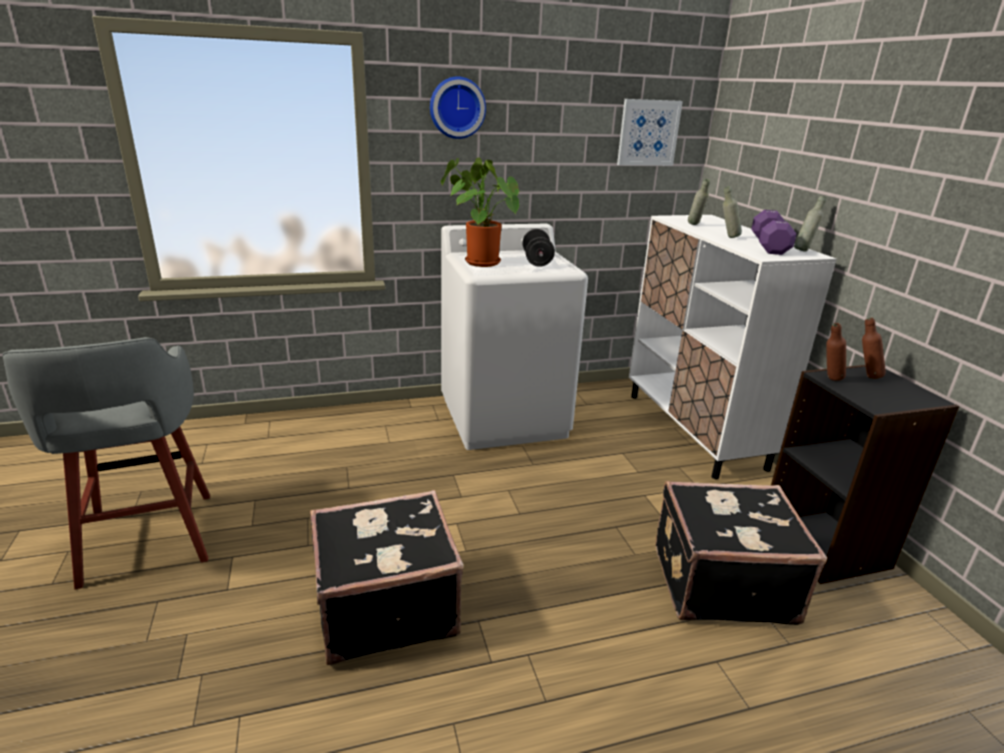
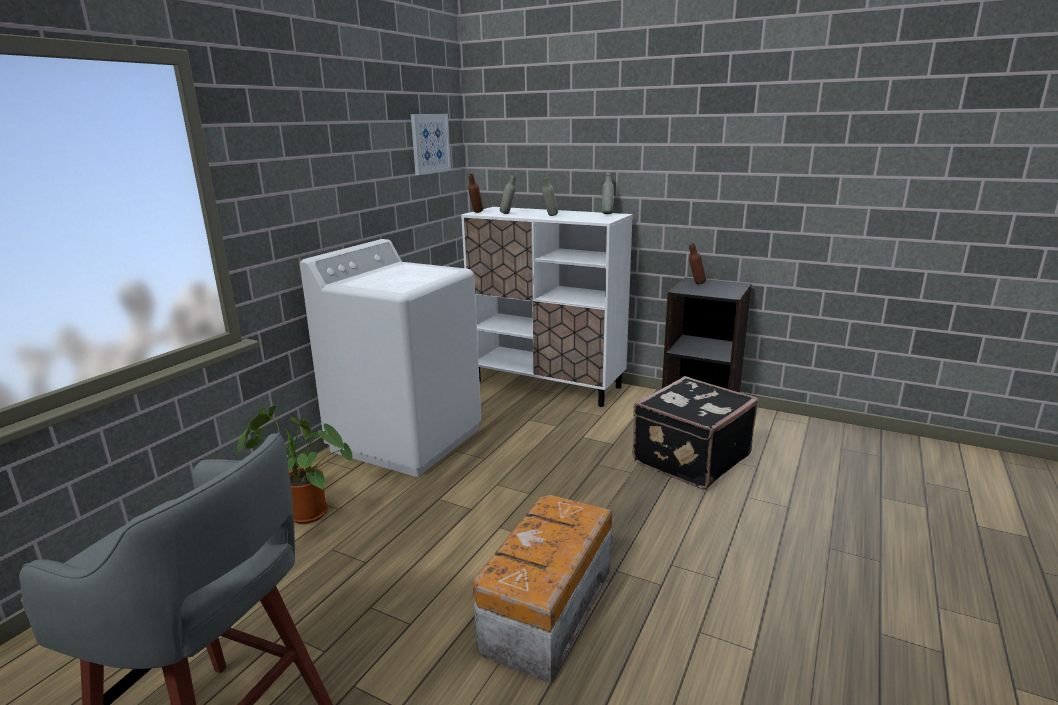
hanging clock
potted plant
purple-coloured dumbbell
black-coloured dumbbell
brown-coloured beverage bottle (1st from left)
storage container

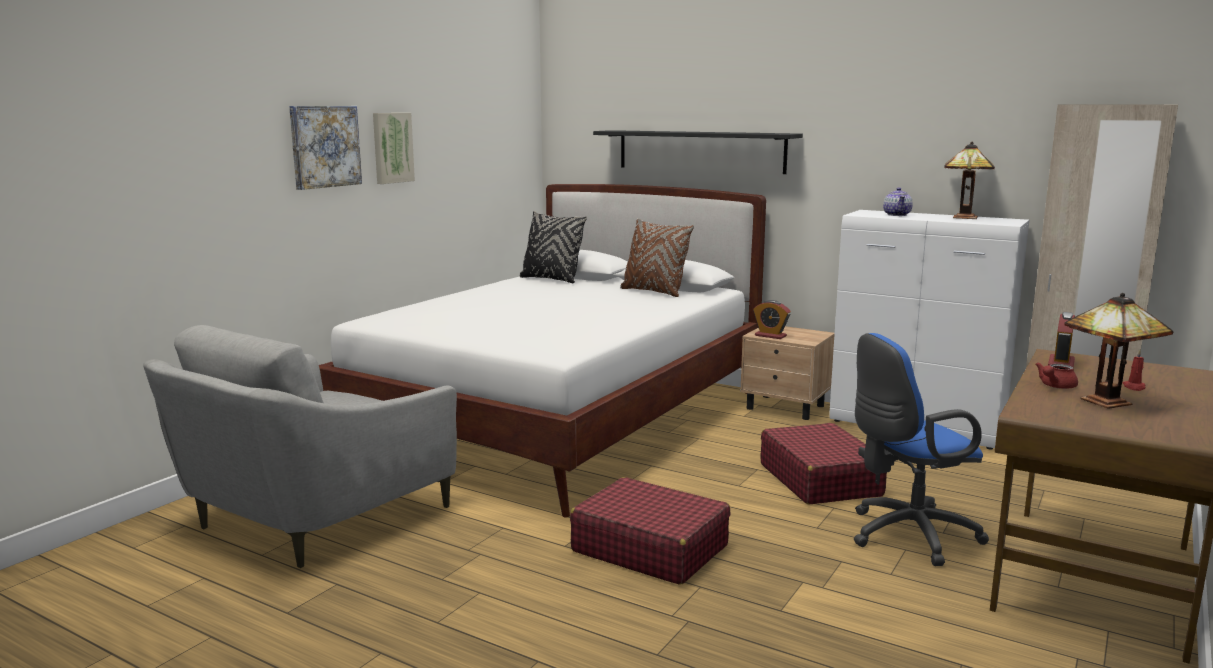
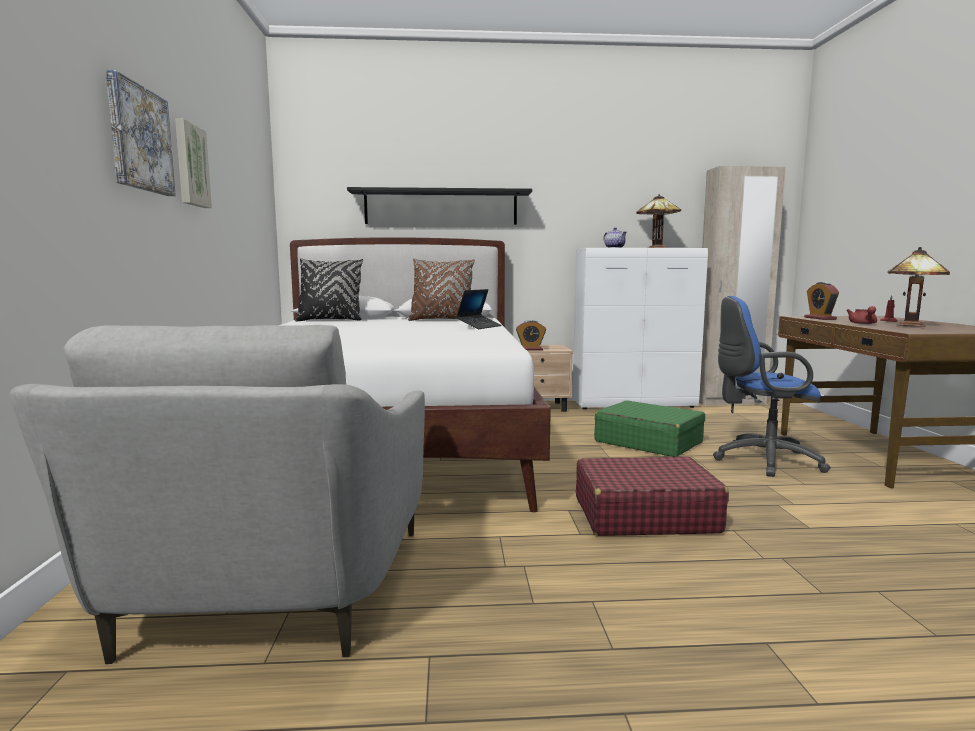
blue desk chair
green-coloured suitcase
portable computer

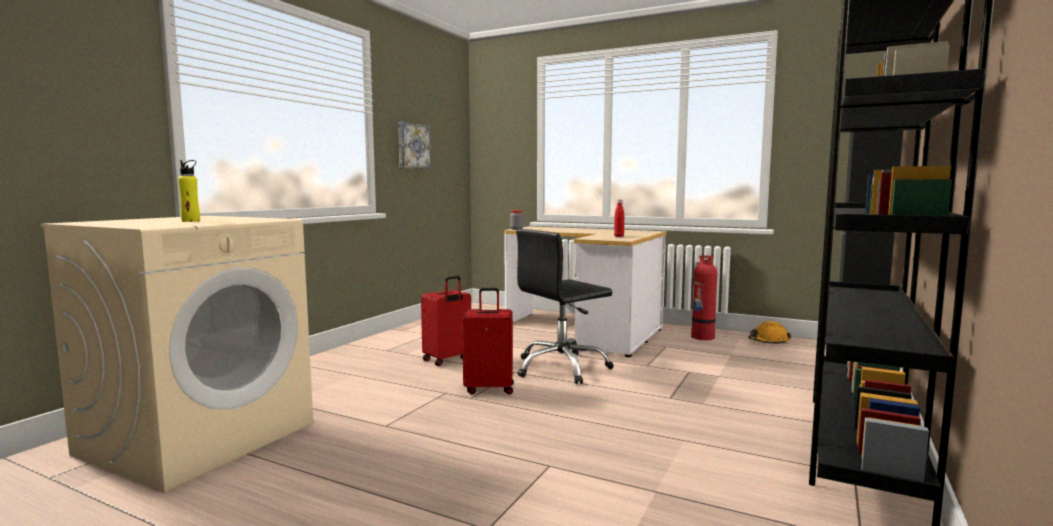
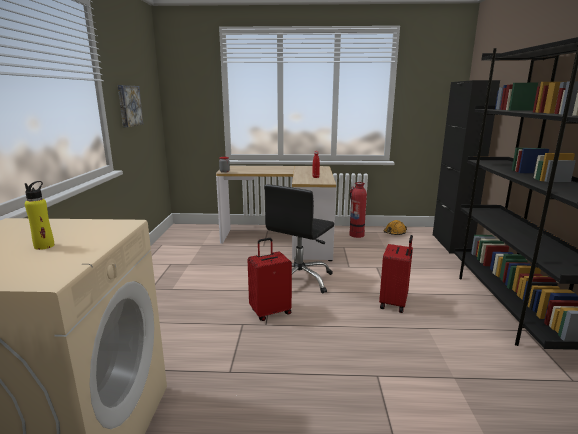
reddish suitcase (2nd from left)

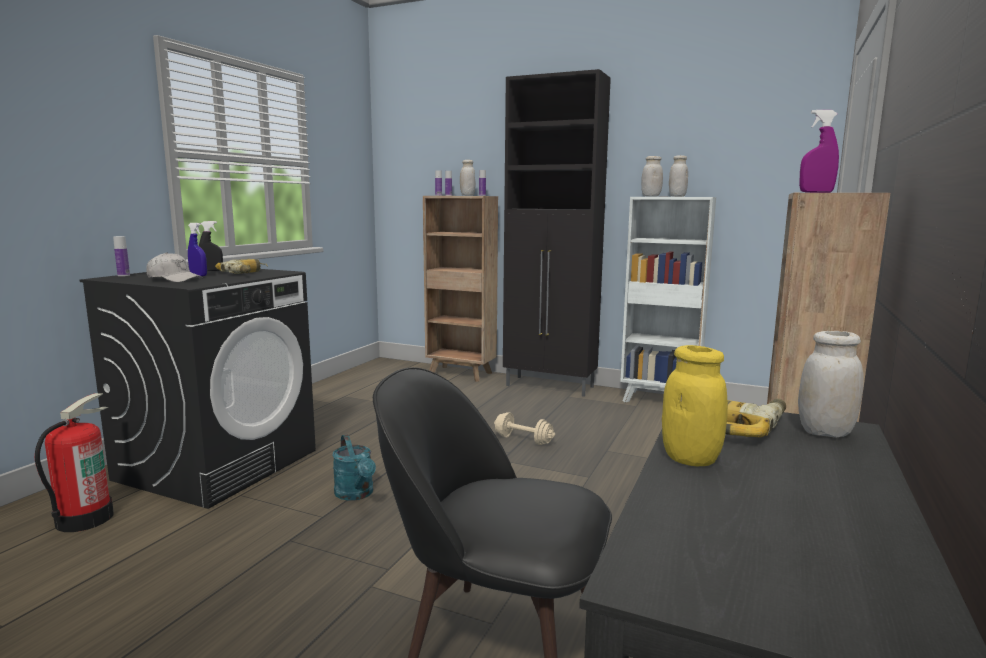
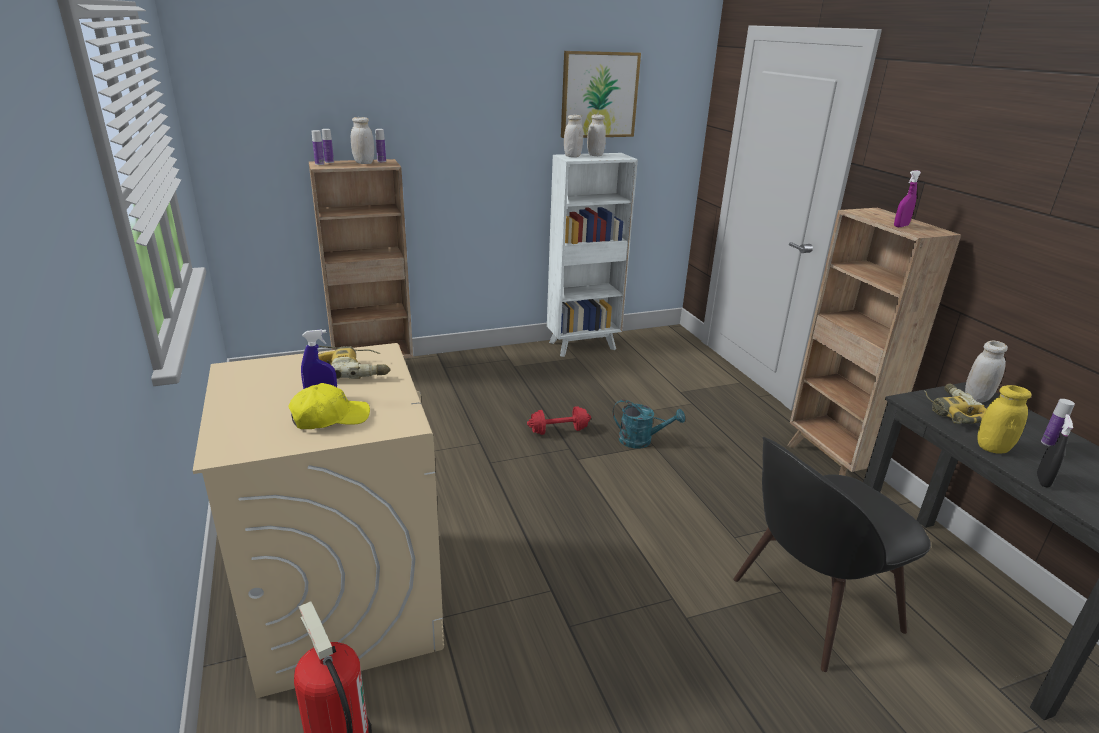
black-coloured cabinet
black-coloured hand sprayer
beverage bottle (4th from left)
yellow-coloured peaked cap
sand-coloured laundry appliance
reddish dumbbell
blue-green watering can
wall picture

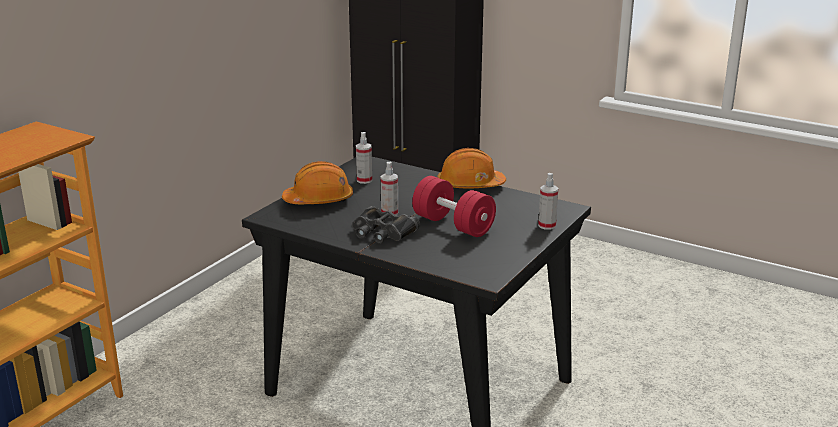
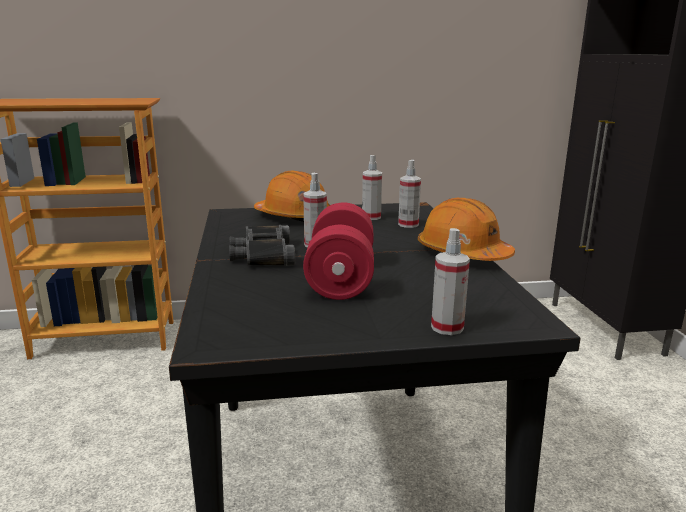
hand sprayer (3rd from left)

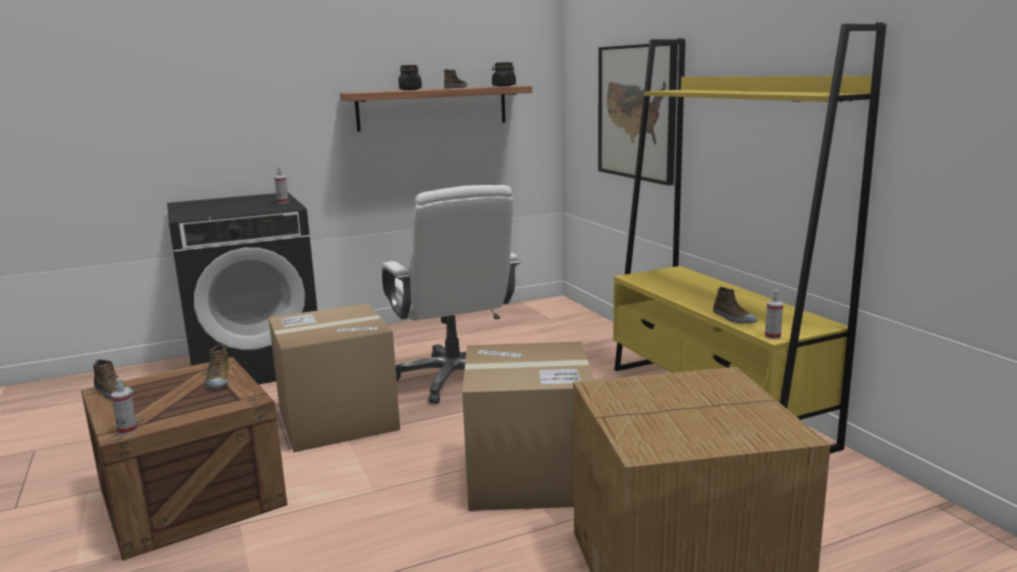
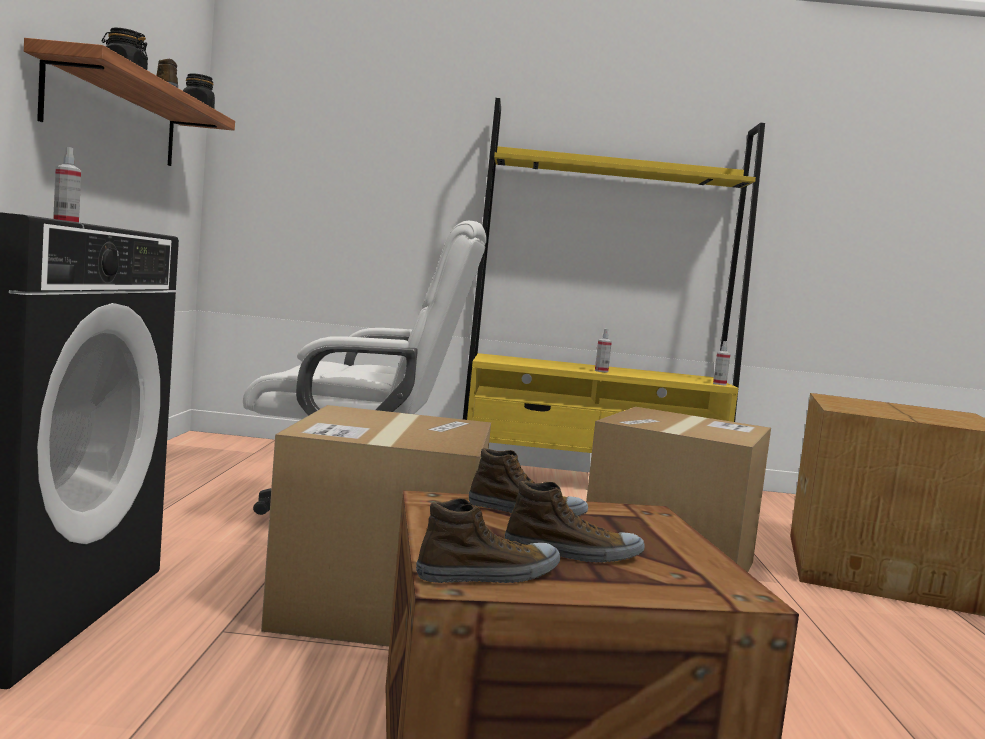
wall picture
item of footwear (4th from left)
hand sprayer (2nd from left)

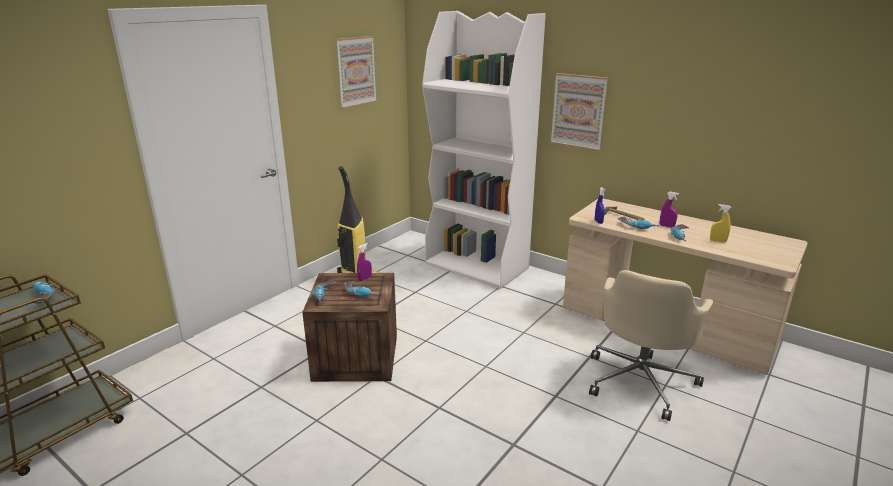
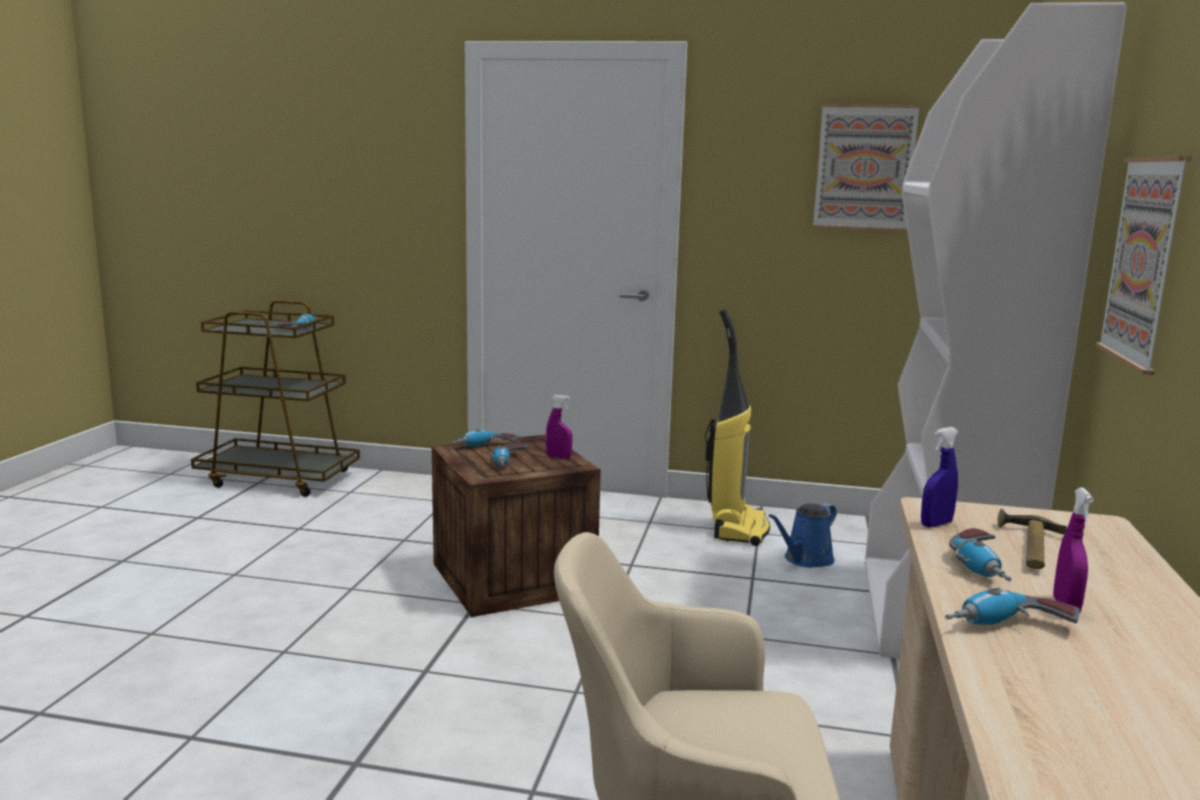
yellow-coloured hand sprayer
blue watering can

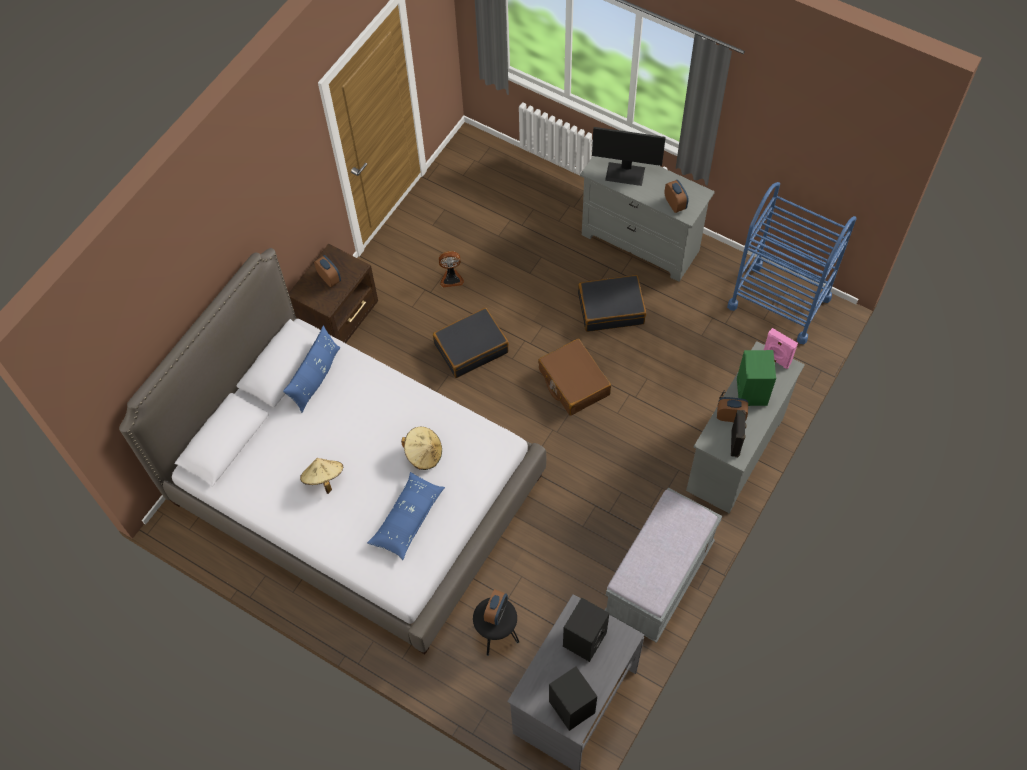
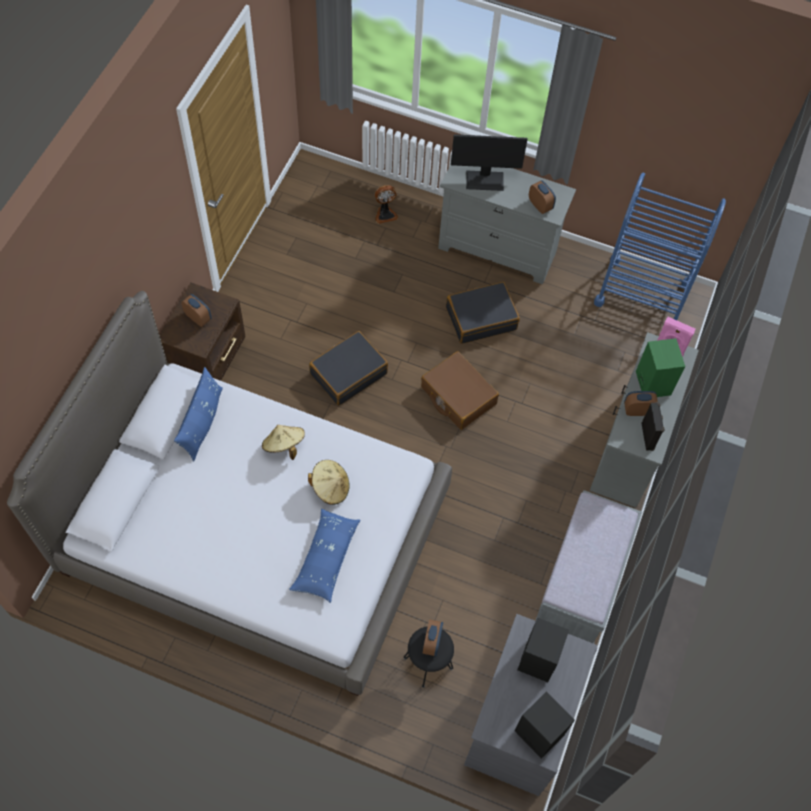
fan
sand-coloured wearable hat (1st from left)

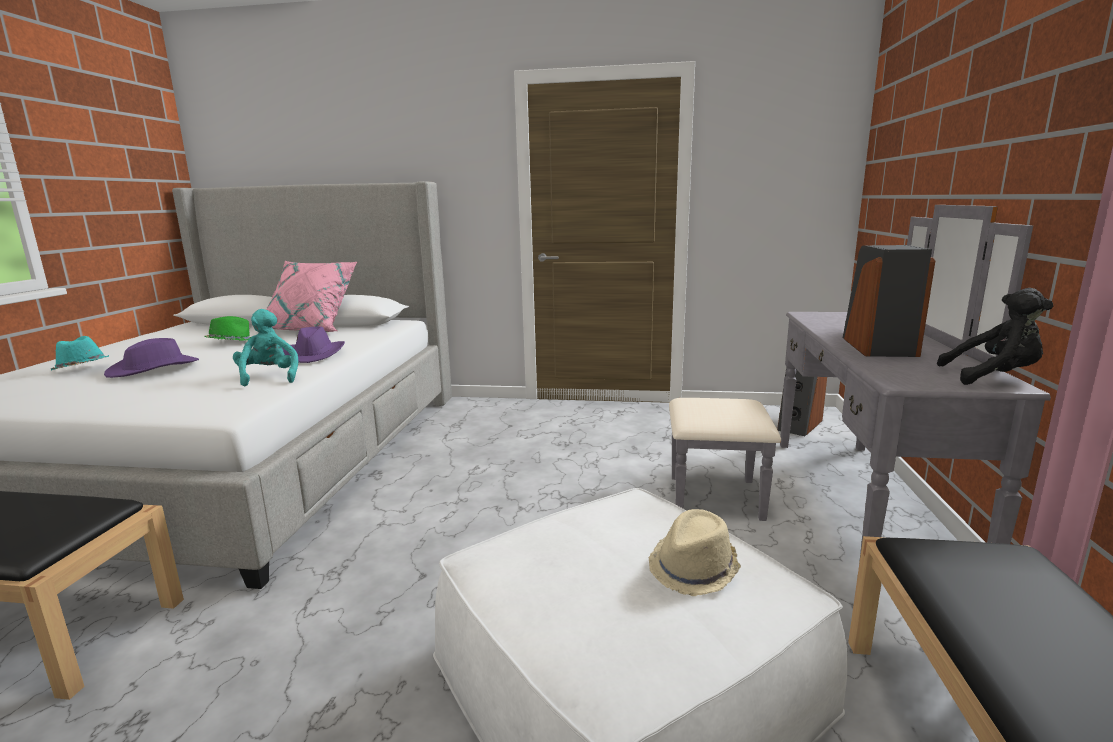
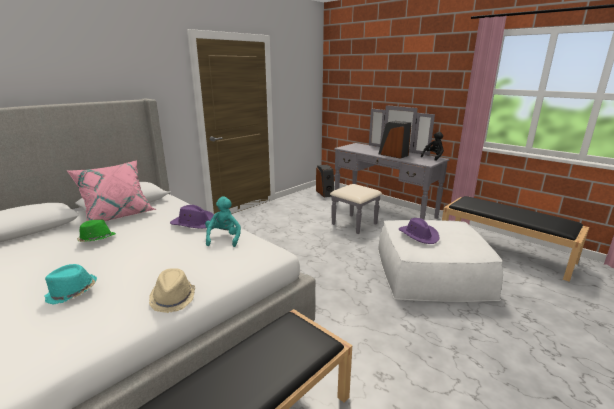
blue-green cuddly toy
purple-coloured wearable hat (2nd from left)
sand-coloured wearable hat

